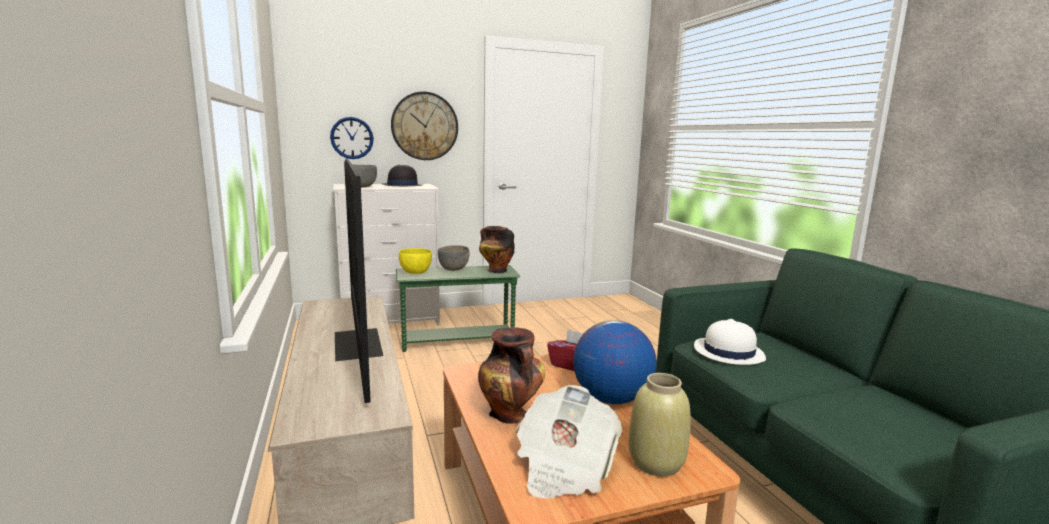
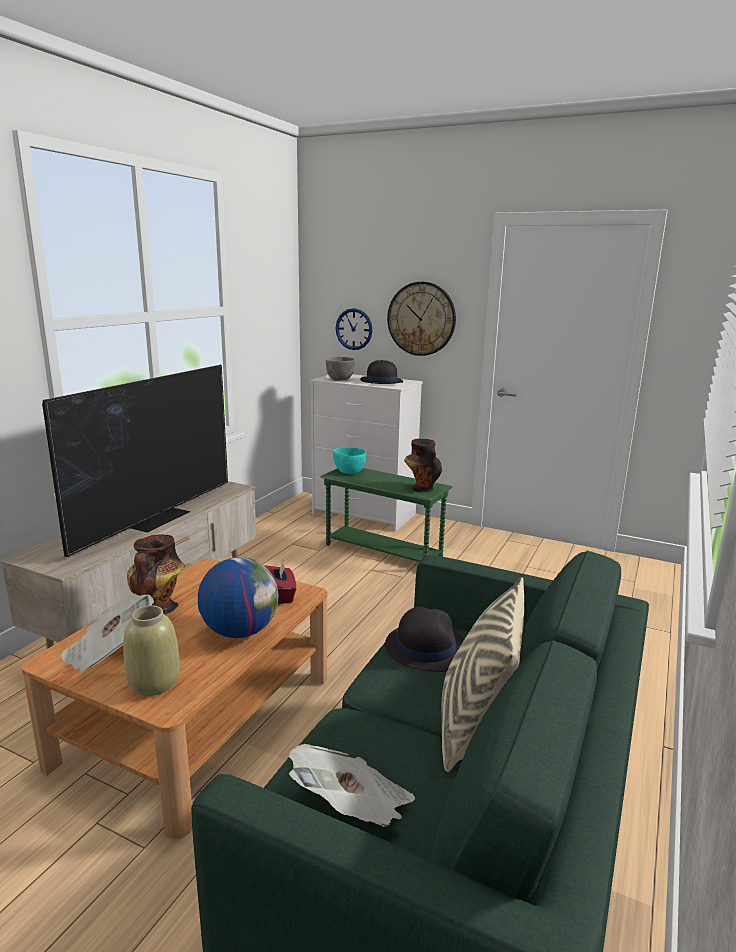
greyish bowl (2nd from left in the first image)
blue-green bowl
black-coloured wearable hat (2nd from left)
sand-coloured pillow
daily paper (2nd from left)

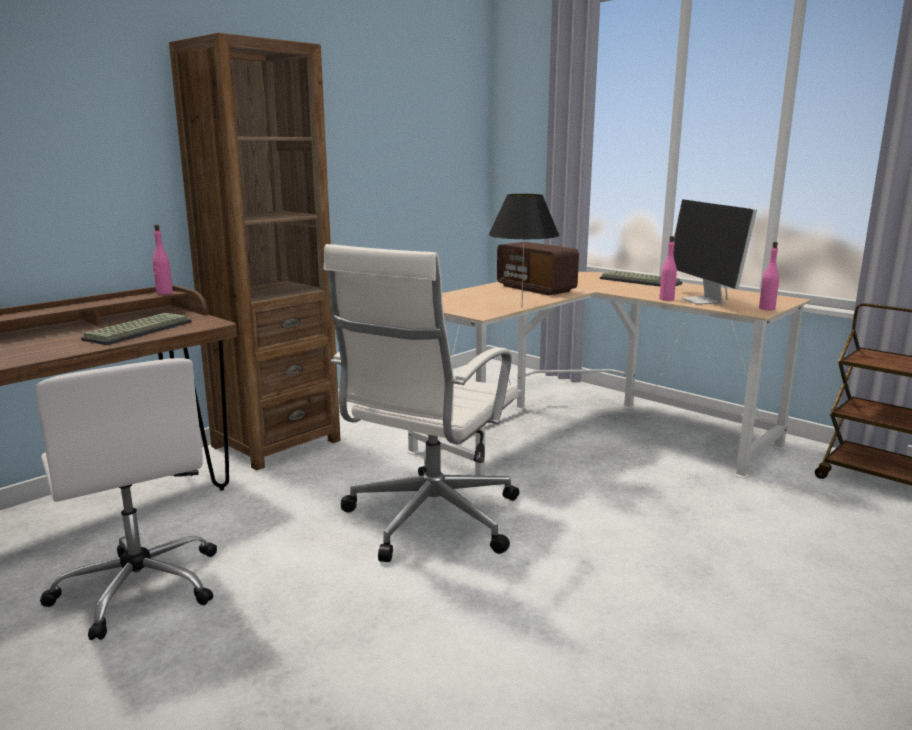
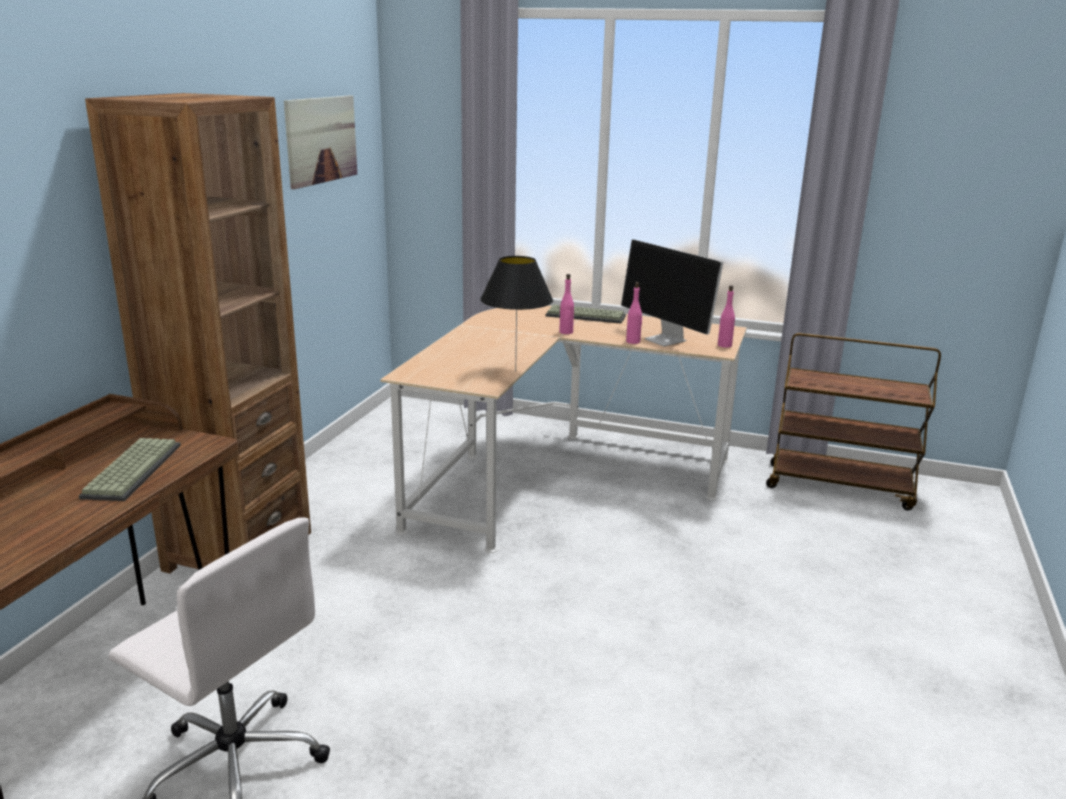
pinkish beverage bottle (1st from left)
radio receiver
whitish desk chair (2nd from left in the first image)
wall picture

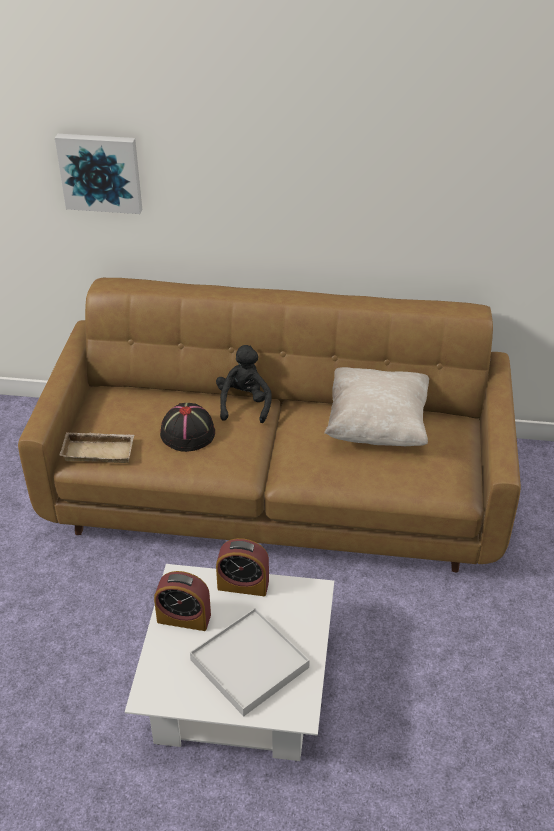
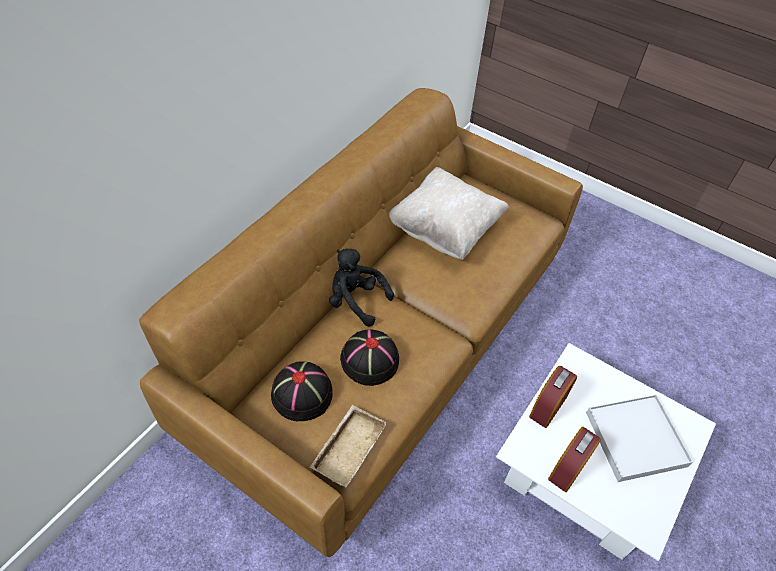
wall picture
black-coloured wearable hat (1st from left)

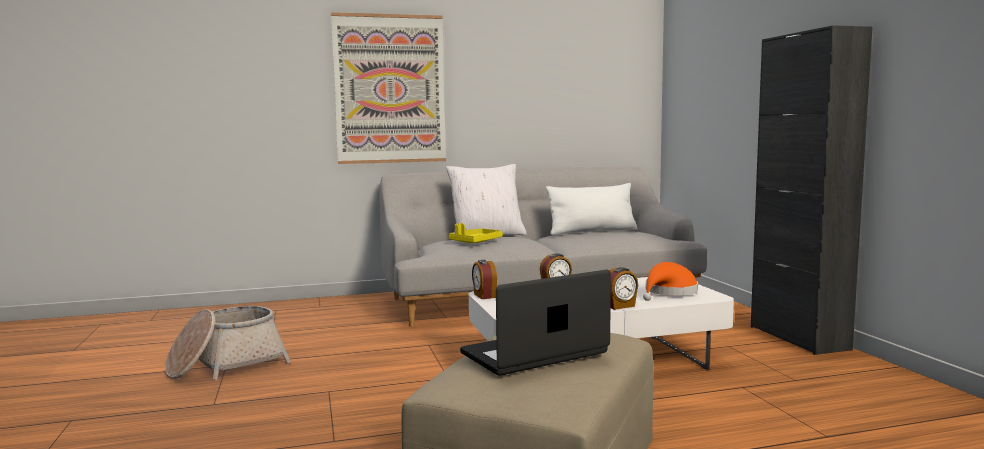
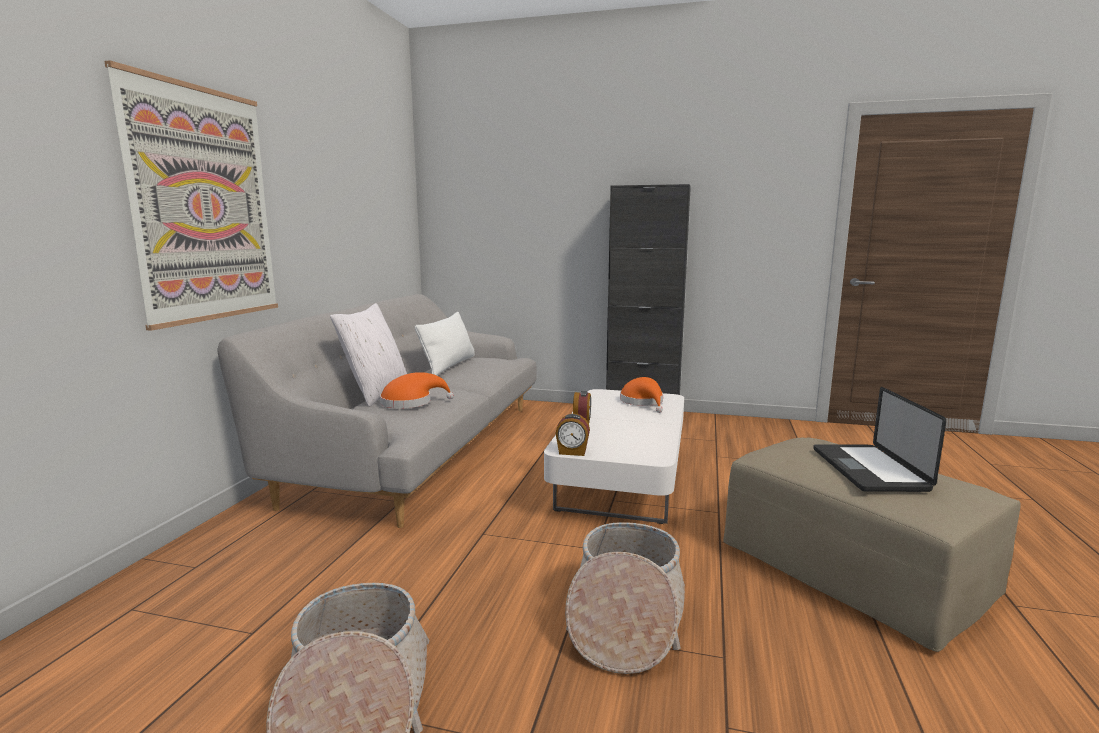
orange-coloured wearable hat (1st from left)
table clock (3rd from left in the first image)
basket (2nd from left)

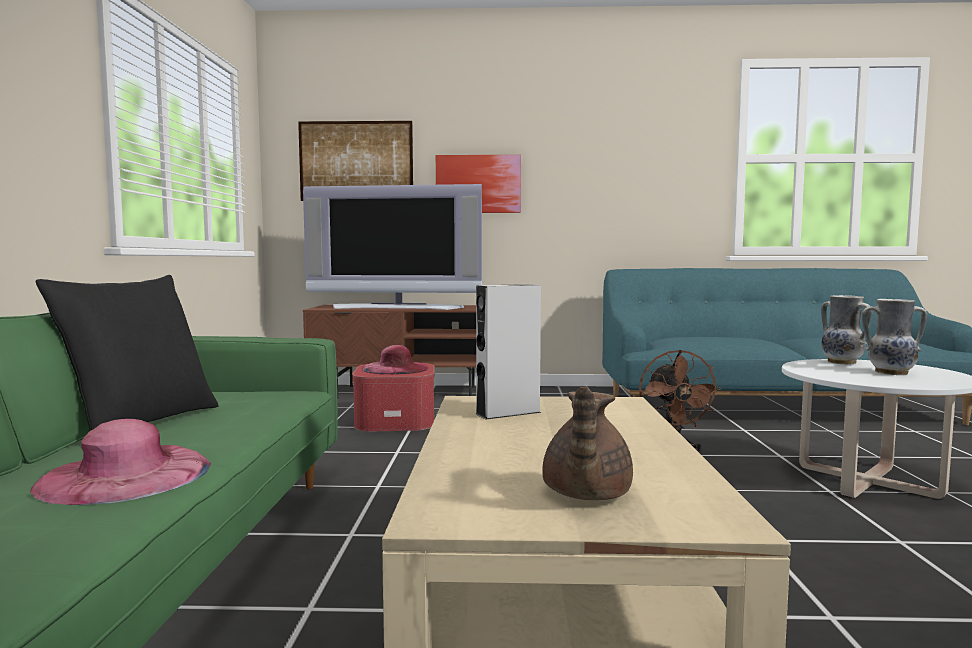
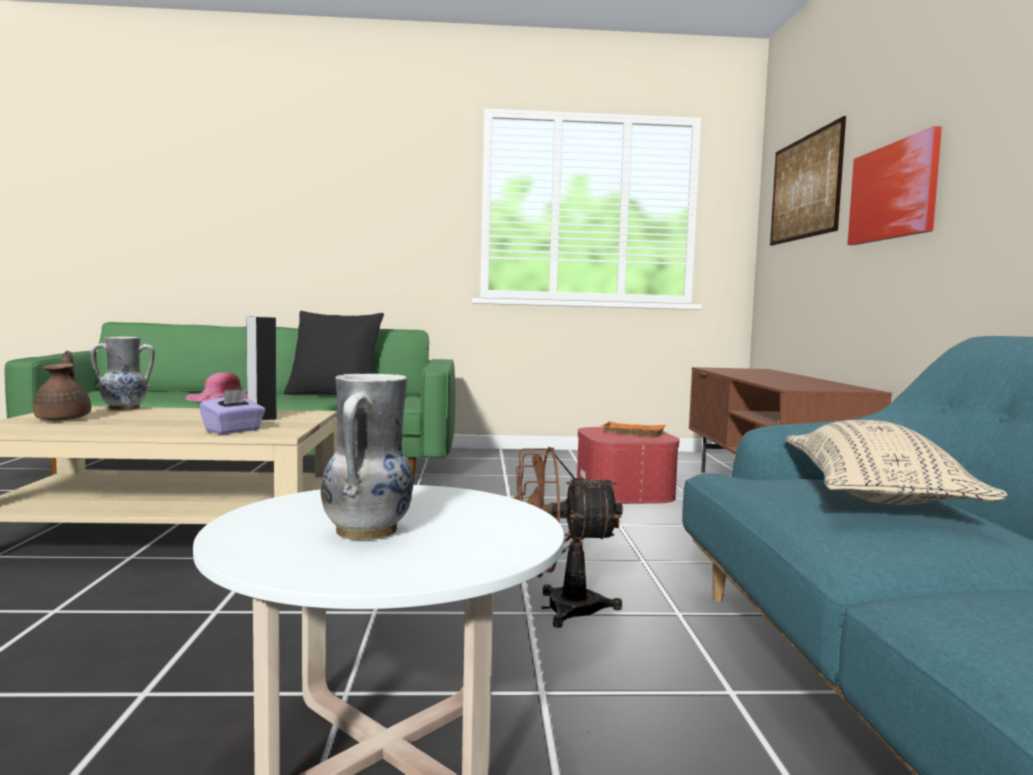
TV set
vase (1st from left)
orange-coloured carrying tray
brown-coloured tea pot
purple-coloured tissue box
sand-coloured pillow

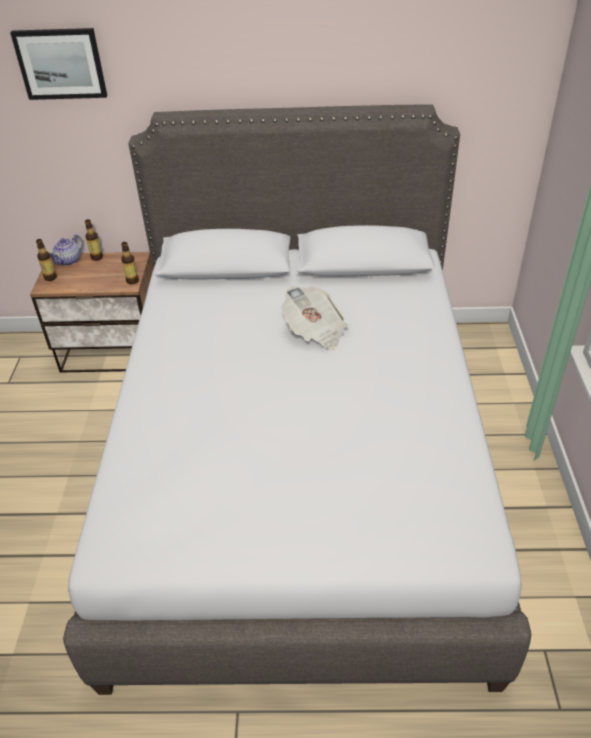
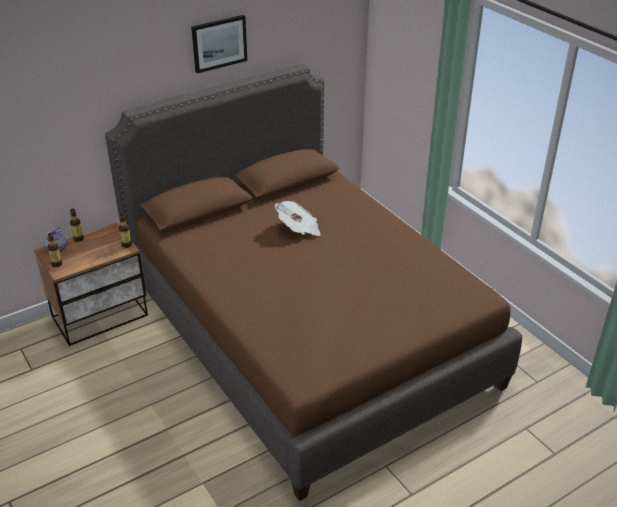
wall picture
brown-coloured bedroom bed

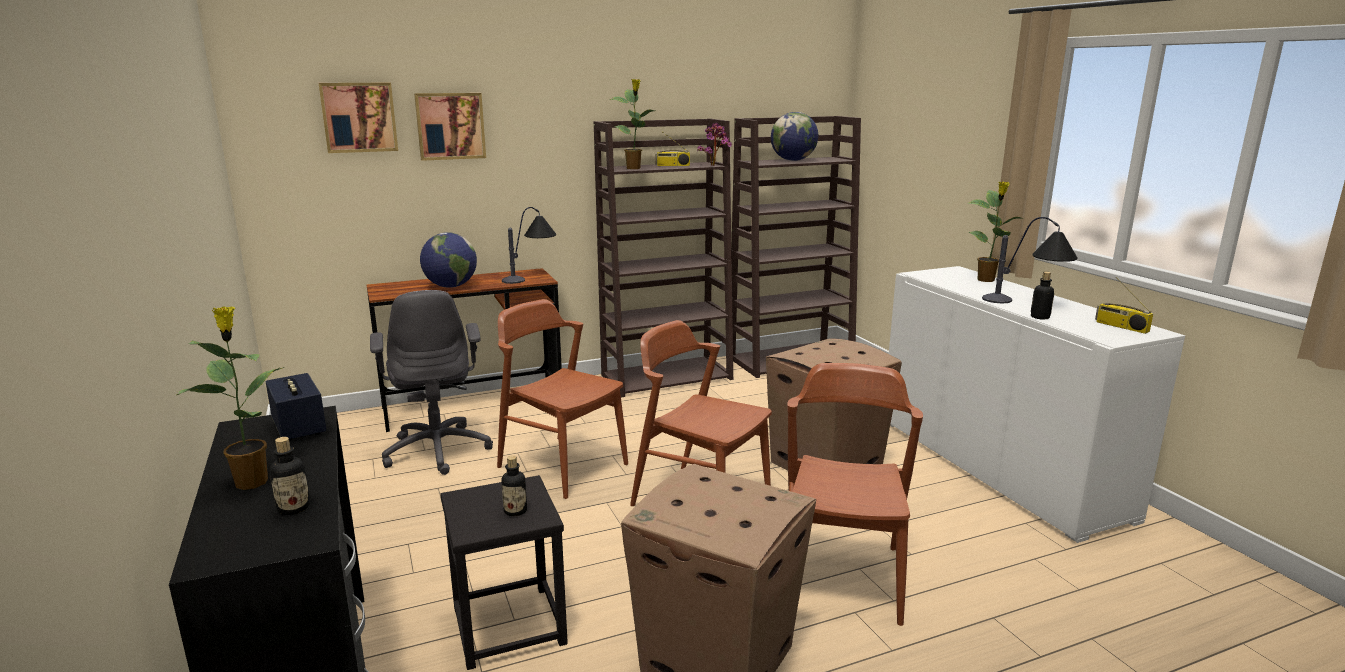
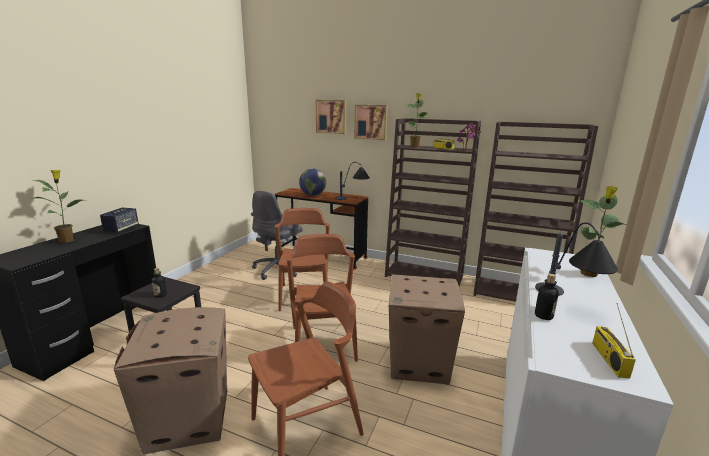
wall picture (2nd from left)
globe (2nd from left in the first image)
beverage bottle (1st from left in the first image)

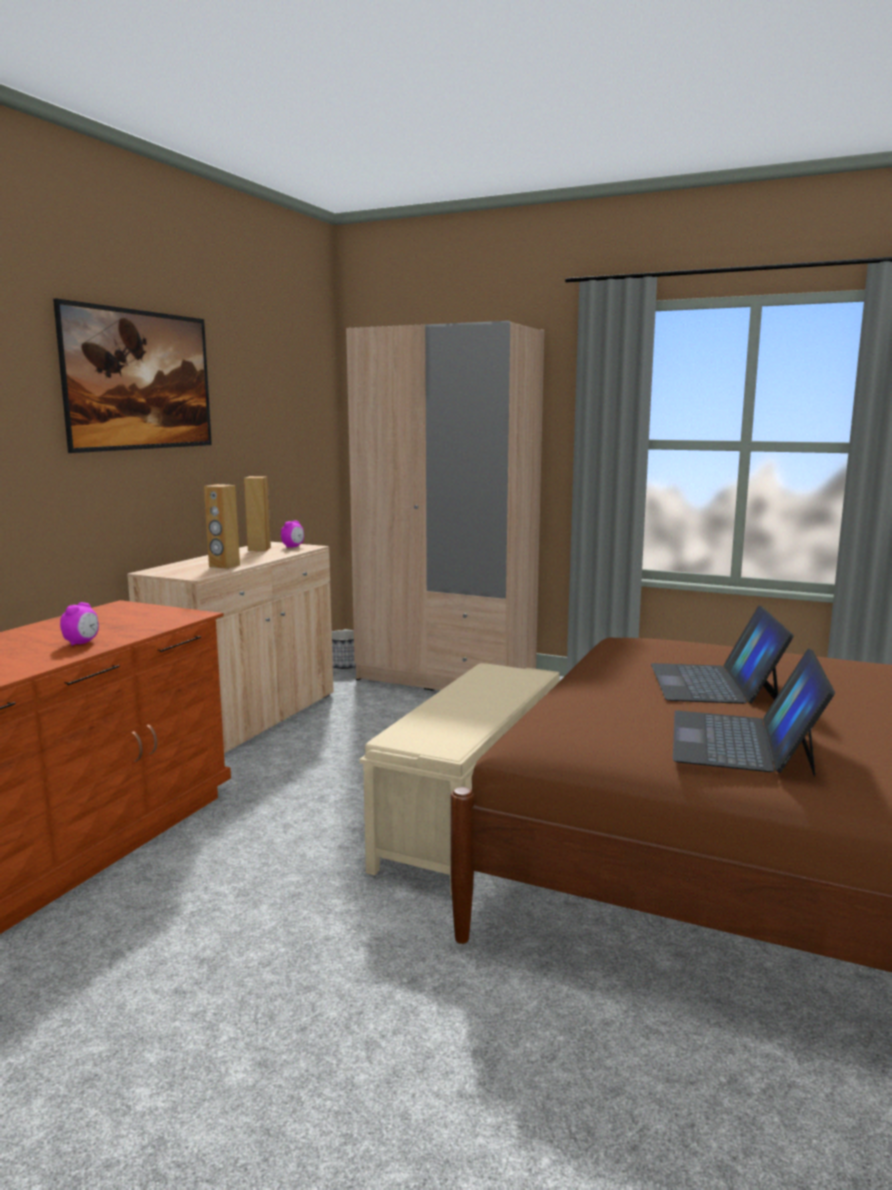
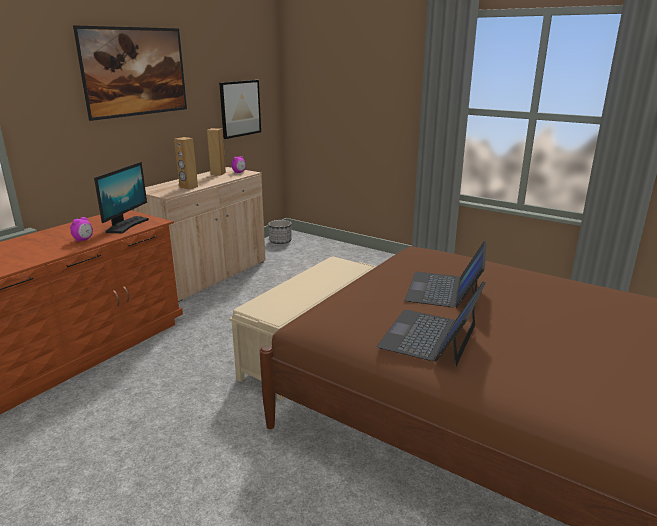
sand-coloured armoire
wall picture (2nd from left)
computer display

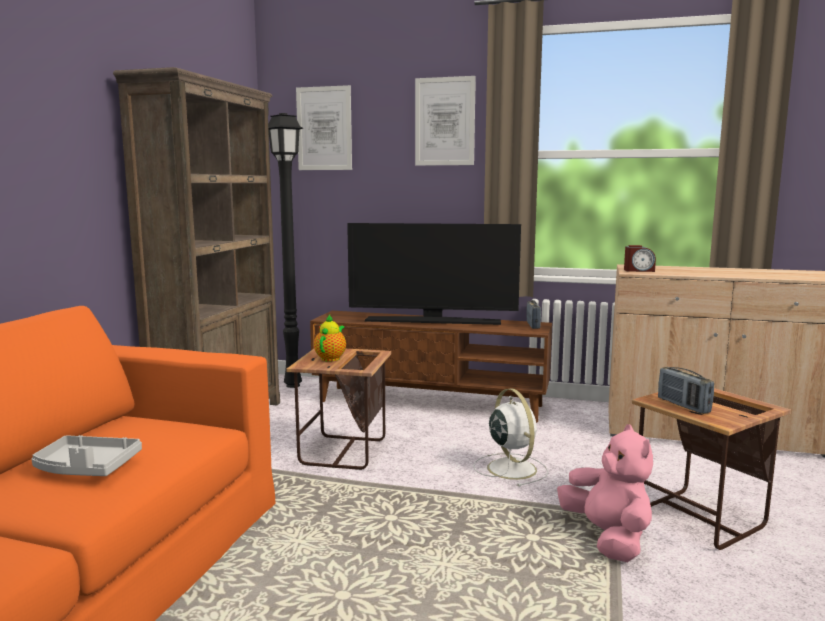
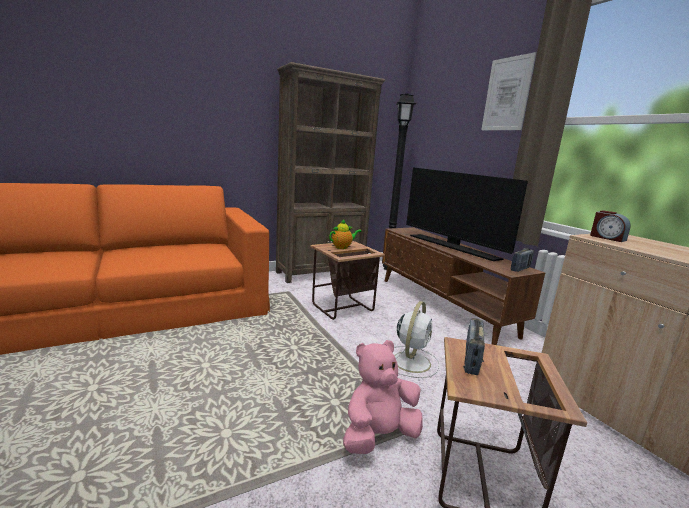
wall picture (1st from left in the first image)
pinkish cuddly toy
greyish carrying tray

